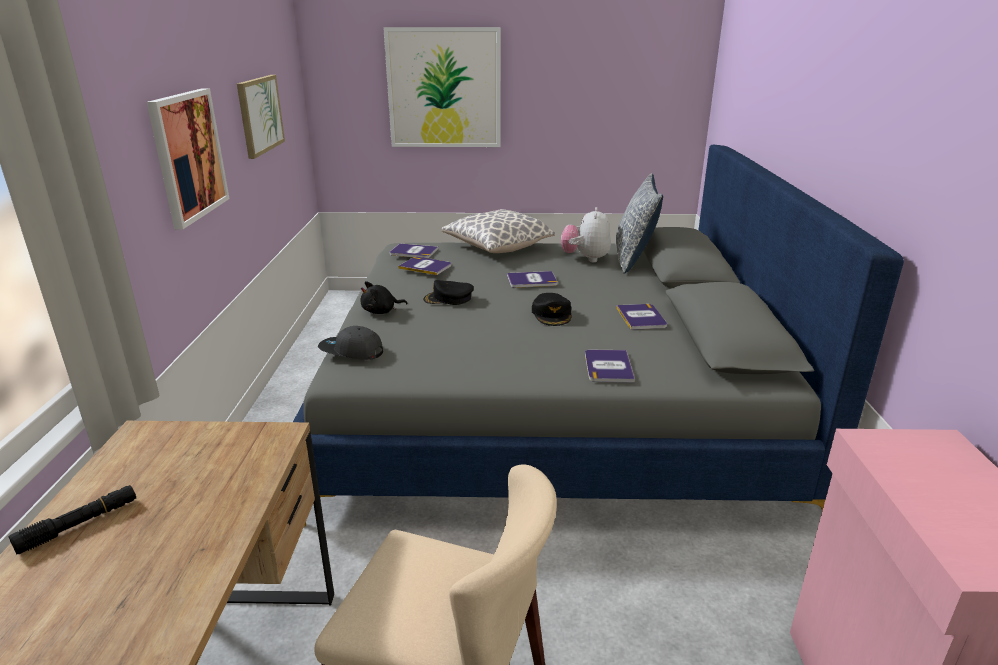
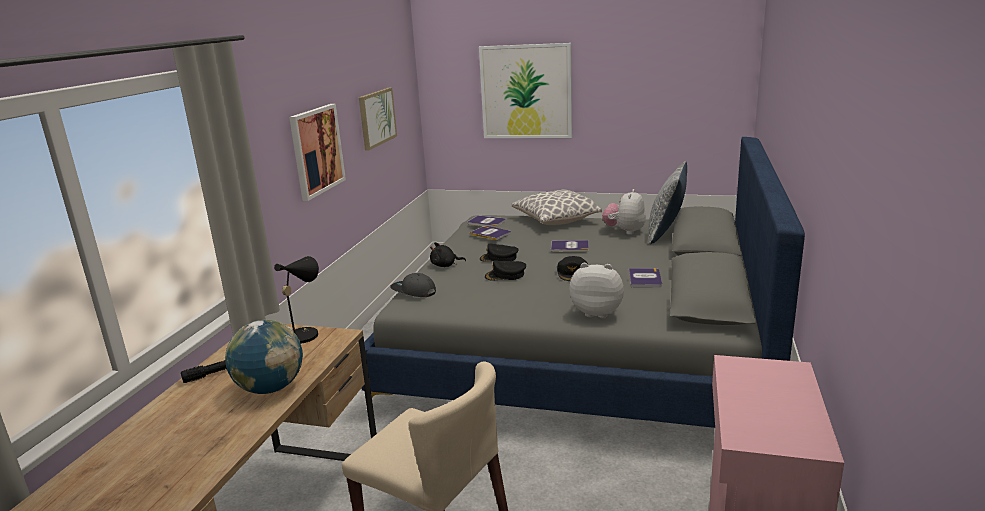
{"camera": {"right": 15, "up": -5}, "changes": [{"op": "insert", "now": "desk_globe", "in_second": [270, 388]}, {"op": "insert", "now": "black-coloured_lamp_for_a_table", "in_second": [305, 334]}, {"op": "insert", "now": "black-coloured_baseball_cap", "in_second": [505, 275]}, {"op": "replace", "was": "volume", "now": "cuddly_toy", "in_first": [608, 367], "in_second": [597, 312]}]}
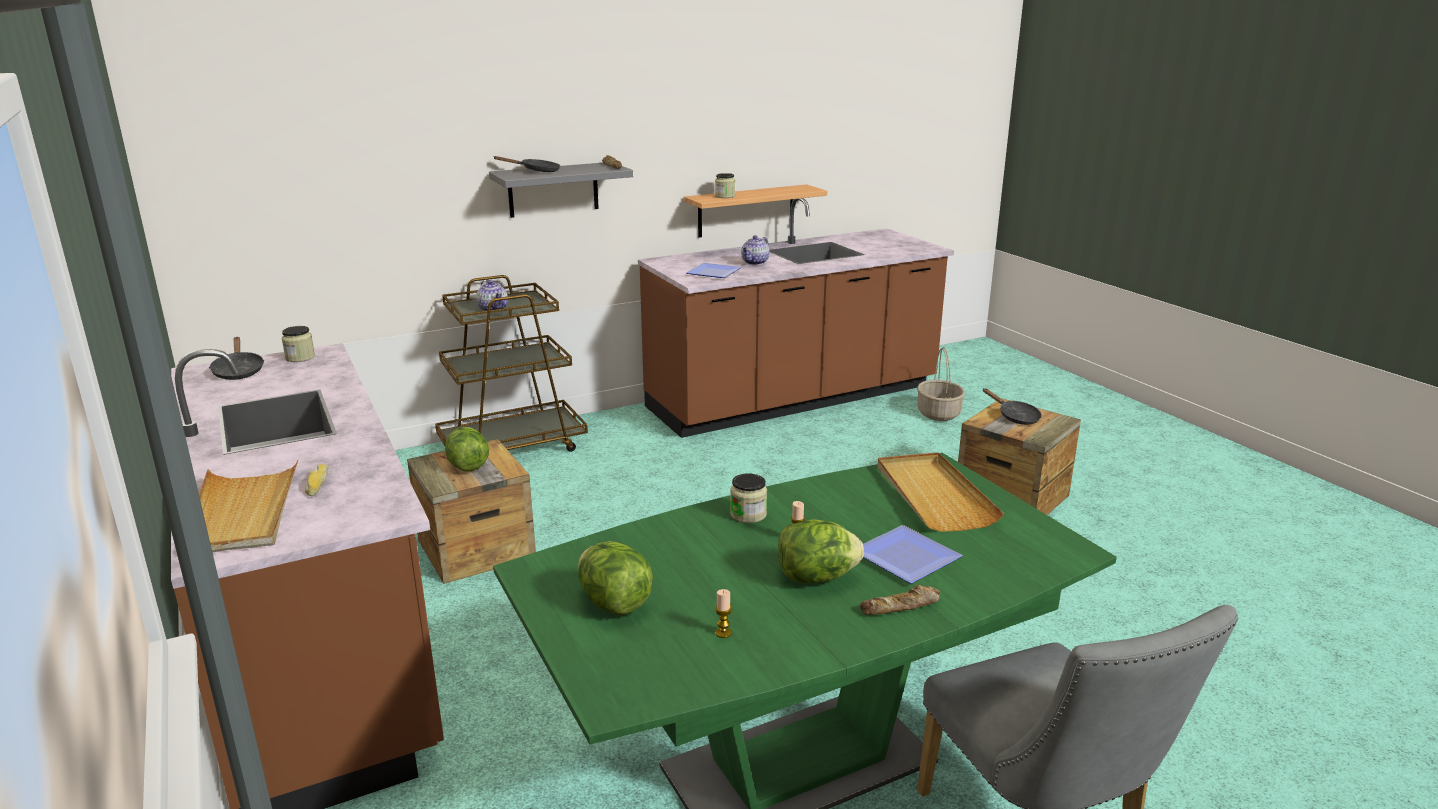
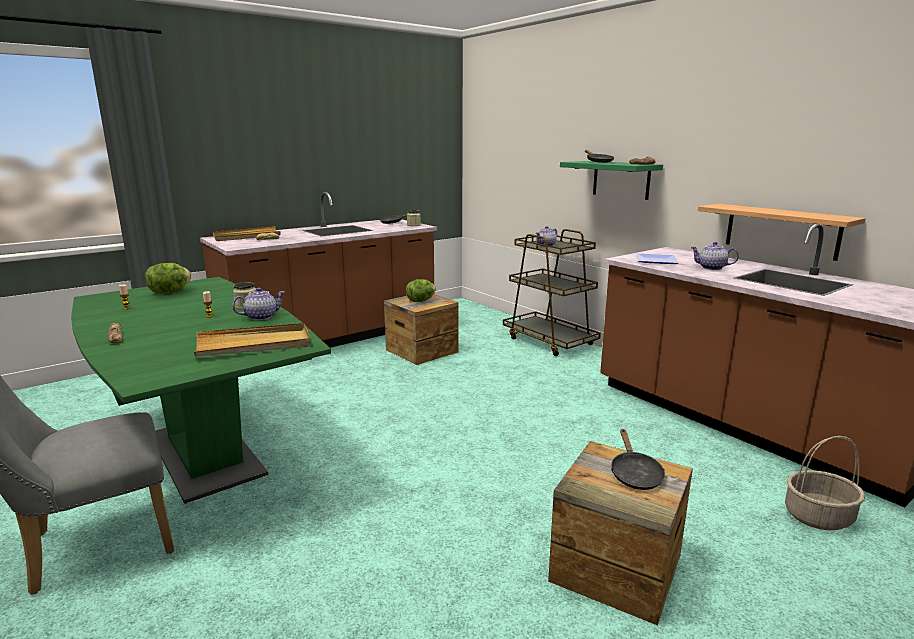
{"camera": {"right": 80, "up": -5}, "changes": [{"op": "insert", "now": "pot_for_tea", "in_second": [261, 317]}, {"op": "recolor", "was": "gray_wall_shelf", "now": "green_wall_shelf", "in_first": [553, 189], "in_second": [621, 179]}, {"op": "rotate", "was": "black-coloured_pan", "in_first": [1015, 417], "in_second": [634, 474], "clockwise": -45}, {"op": "delete", "was": "jar", "in_first": [725, 196]}, {"op": "delete", "was": "lettuce_head", "in_first": [816, 577]}, {"op": "delete", "was": "plate", "in_first": [902, 557]}]}
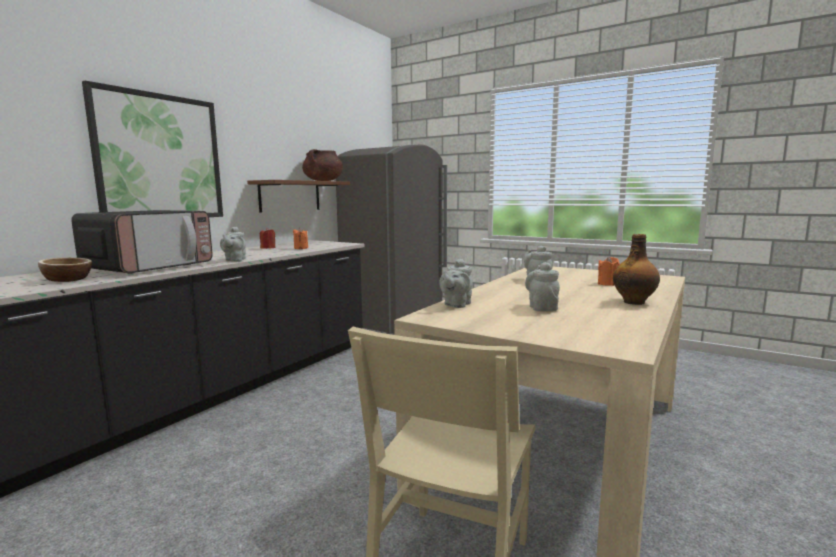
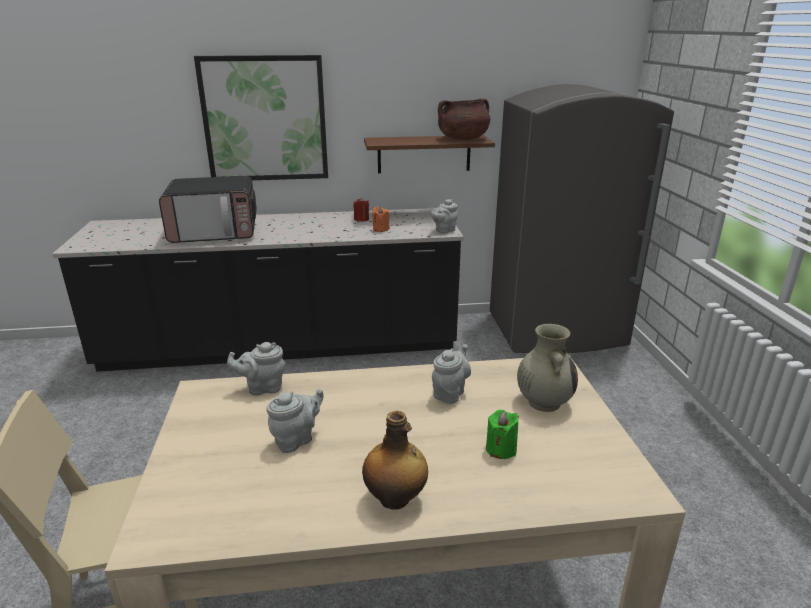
{"camera": {"right": 50, "up": 15}, "changes": [{"op": "move", "was": "gray_pot_for_tea", "in_first": [234, 260], "in_second": [443, 230]}, {"op": "recolor", "was": "orange-coloured_candle", "now": "green_candle", "in_first": [607, 284], "in_second": [501, 449]}, {"op": "insert", "now": "sand-coloured_decorative_vase", "in_second": [543, 402]}, {"op": "delete", "was": "deep_dish", "in_first": [68, 280]}]}
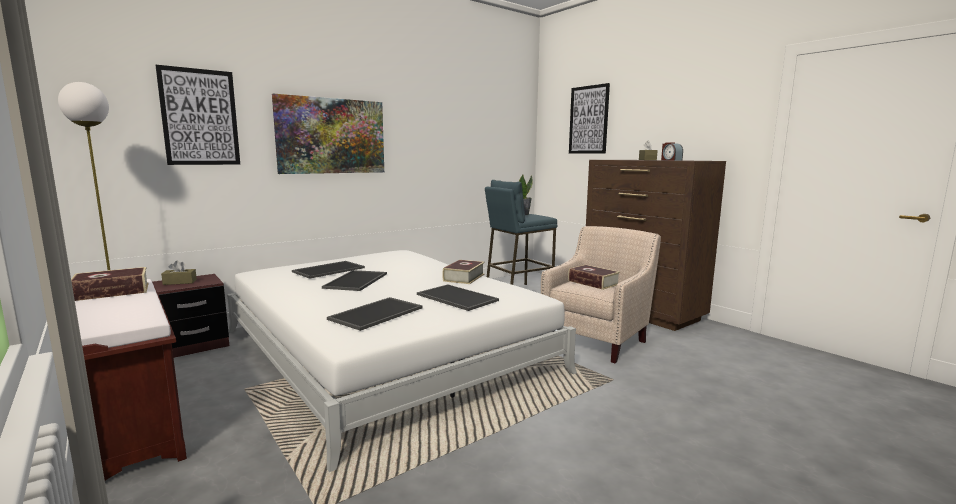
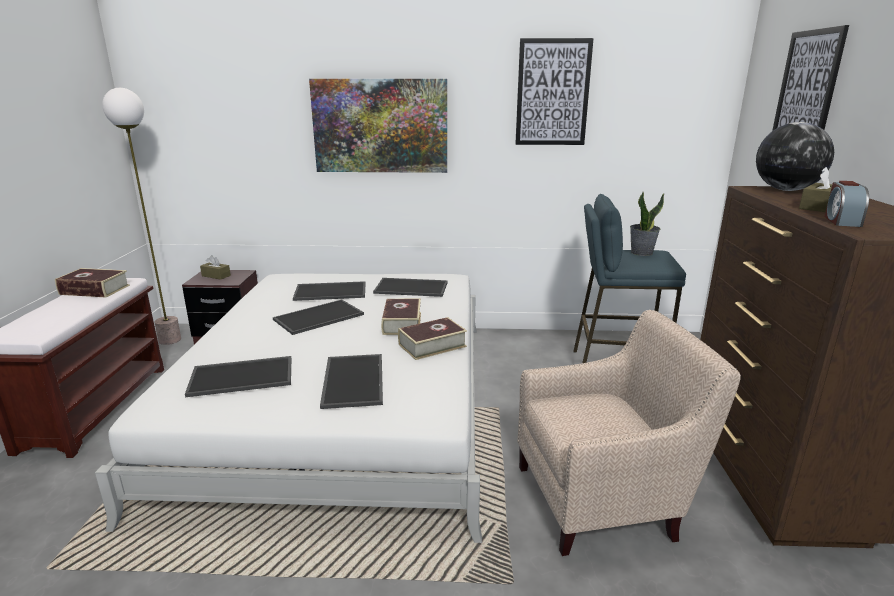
{"camera": {"right": 40, "up": 10}, "changes": [{"op": "insert", "now": "tray", "in_second": [412, 287]}, {"op": "move", "was": "volume", "in_first": [593, 282], "in_second": [402, 323]}, {"op": "move", "was": "wall_art", "in_first": [200, 117], "in_second": [552, 93]}, {"op": "insert", "now": "desk_globe", "in_second": [786, 190]}]}
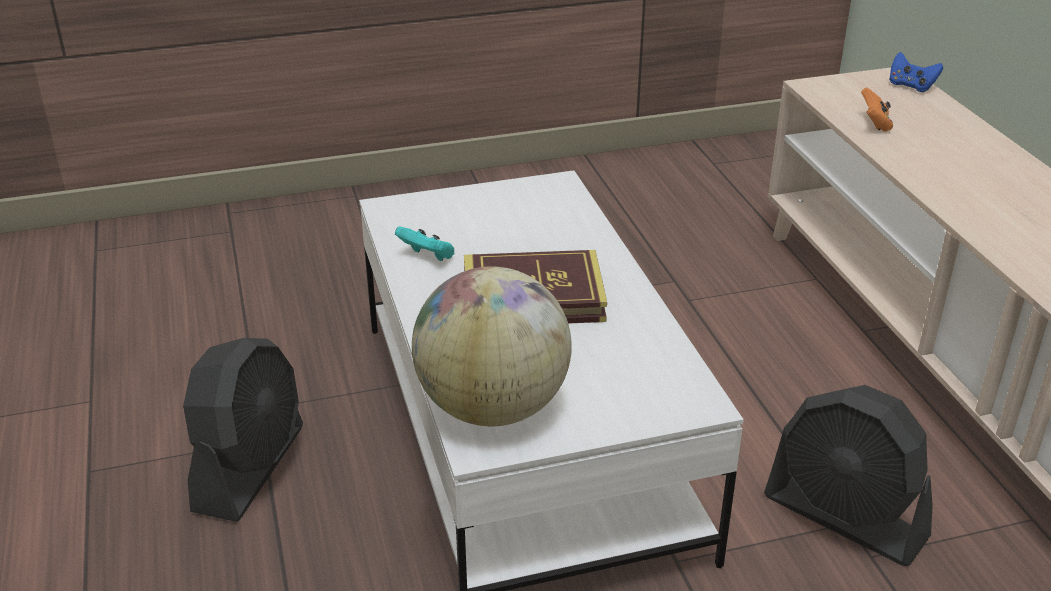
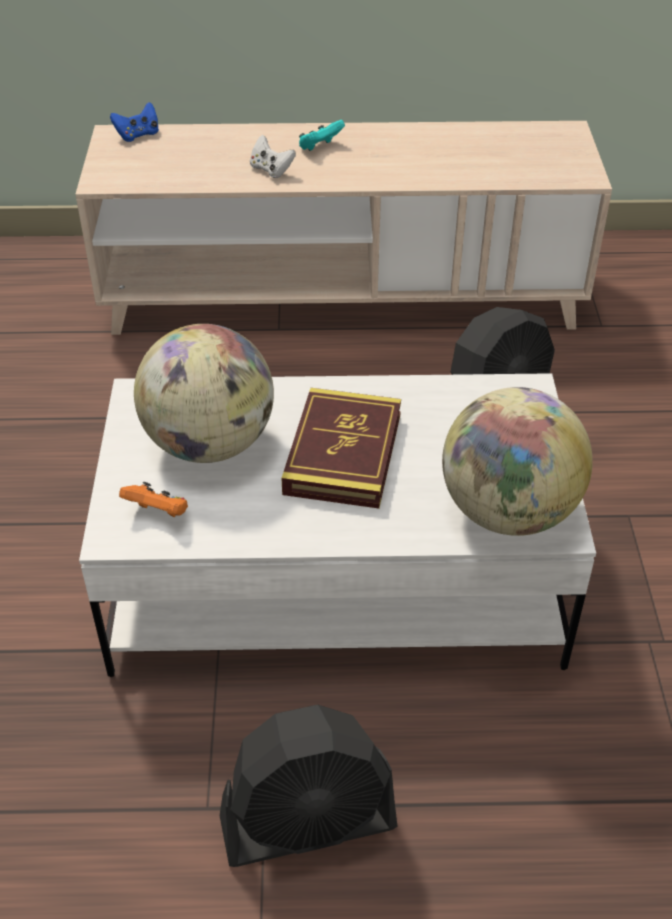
{"camera": {"right": -75, "up": 10}, "changes": [{"op": "move", "was": "orange-coloured_joypad", "in_first": [875, 124], "in_second": [158, 513]}, {"op": "insert", "now": "desk_globe", "in_second": [210, 444]}, {"op": "rotate", "was": "black-coloured_electric_fan", "in_first": [250, 468], "in_second": [309, 823], "clockwise": 135}, {"op": "insert", "now": "white_joypad", "in_second": [271, 170]}, {"op": "move", "was": "turquoise-coloured_joypad", "in_first": [428, 257], "in_second": [320, 147]}]}
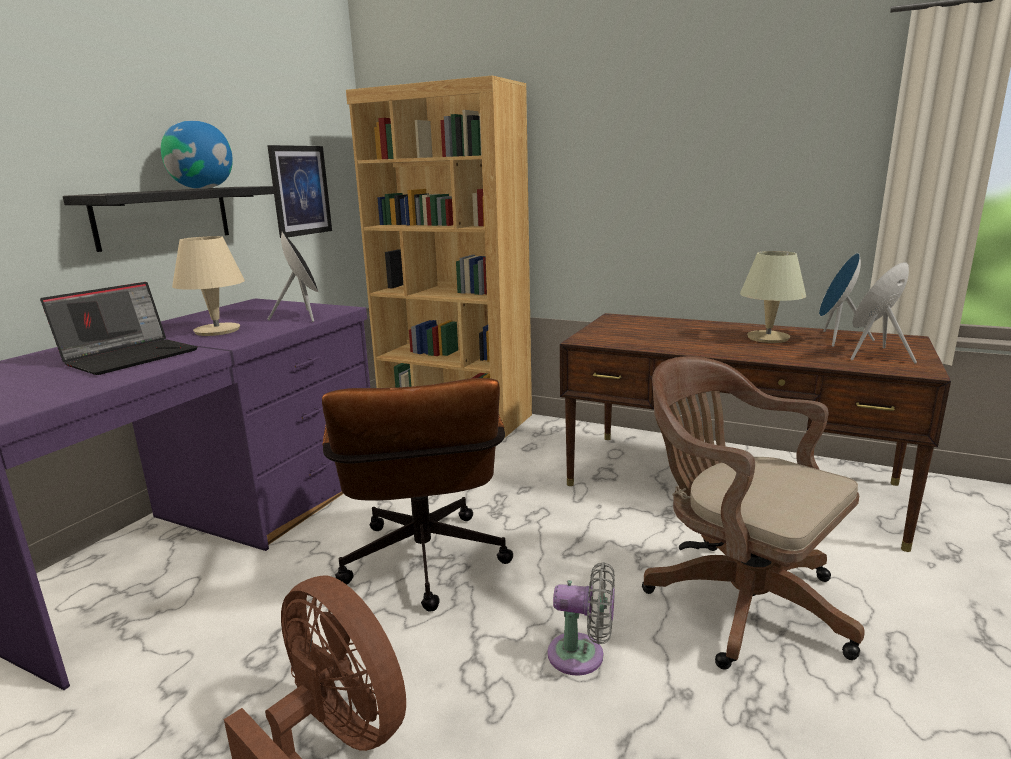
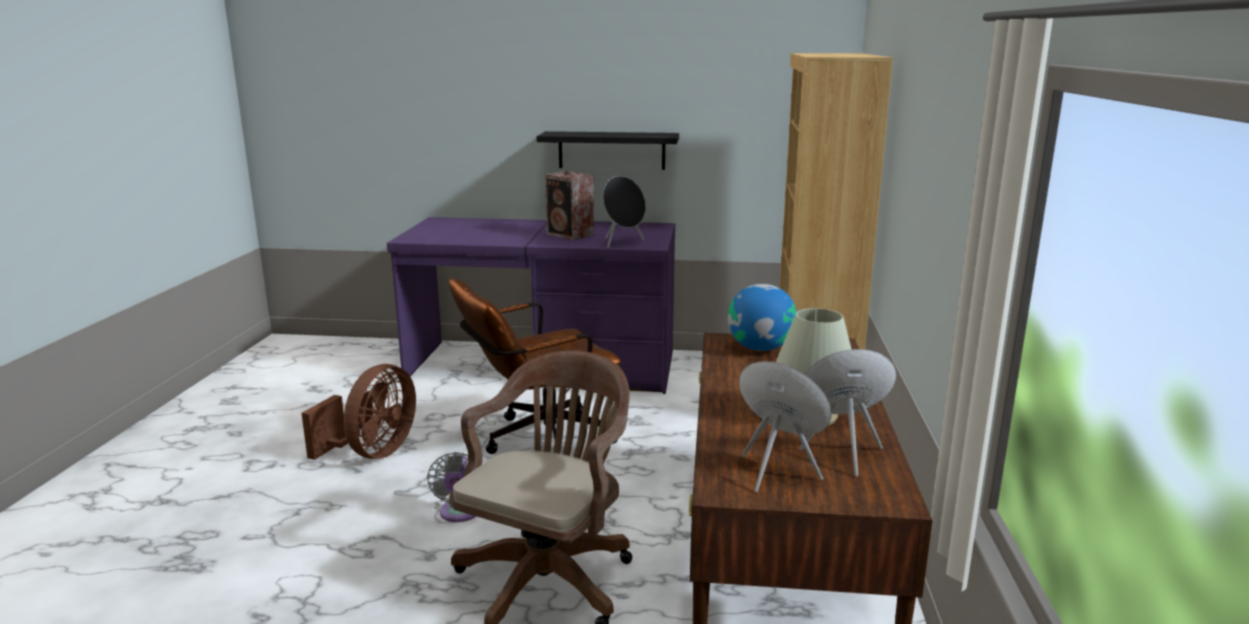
{"camera": {"right": 70, "up": 0}, "changes": [{"op": "replace", "was": "sand-coloured_lamp_for_a_table", "now": "speaker", "in_first": [218, 330], "in_second": [570, 235]}, {"op": "move", "was": "desk_globe", "in_first": [203, 188], "in_second": [760, 348]}, {"op": "delete", "was": "laptop", "in_first": [131, 356]}, {"op": "delete", "was": "wall_art", "in_first": [300, 190]}]}
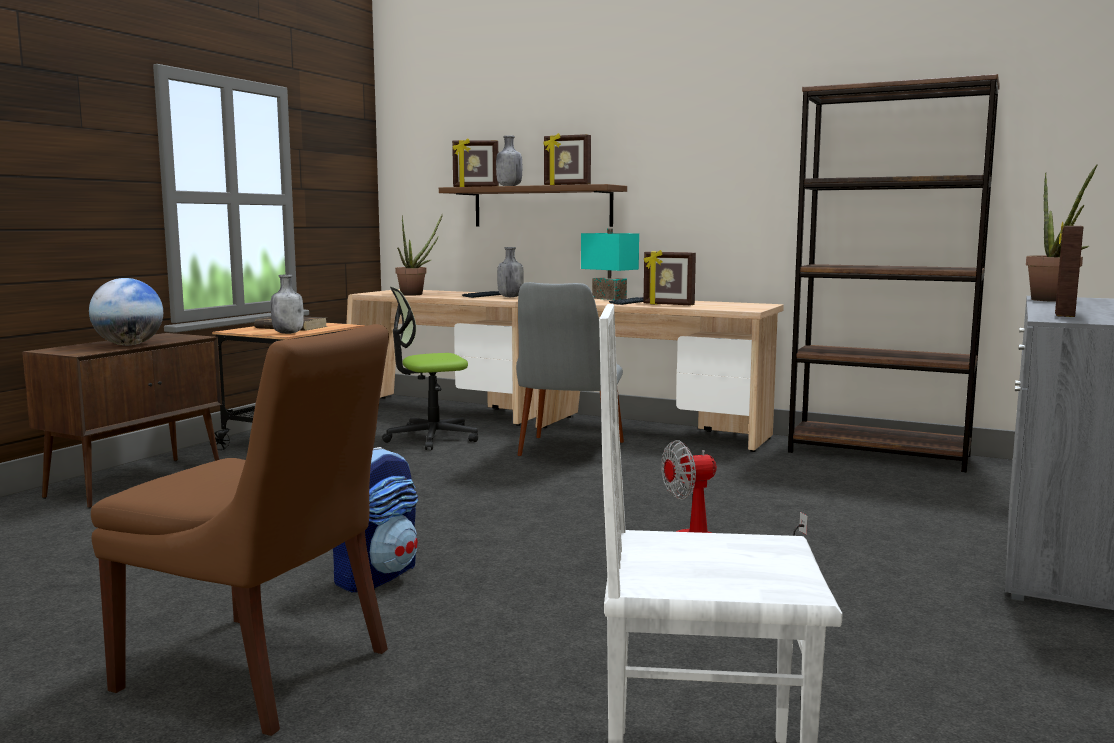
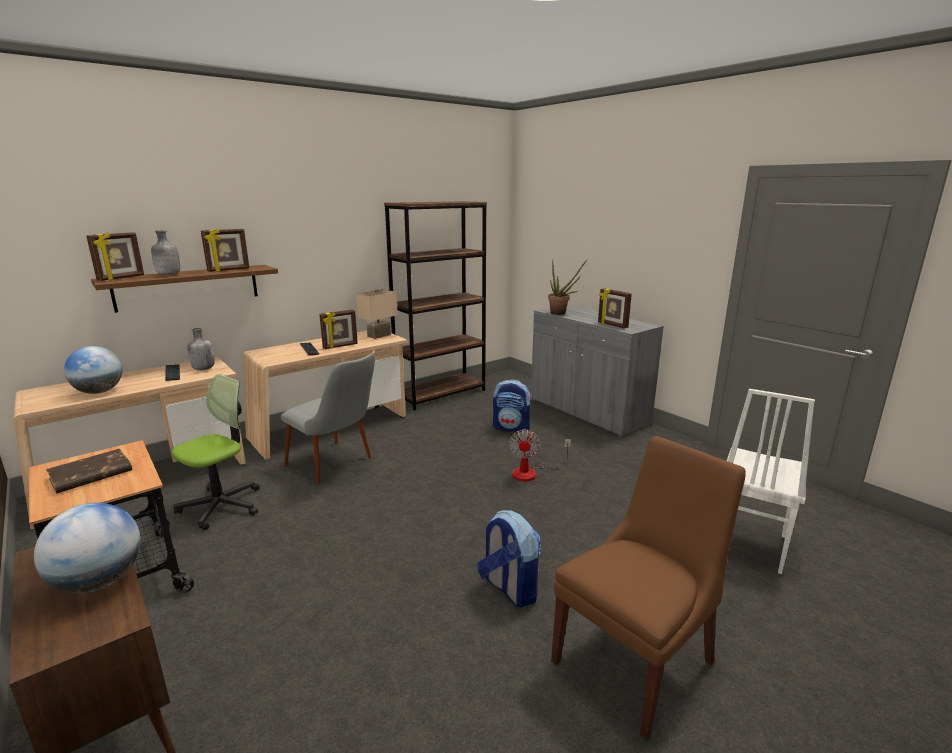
{"camera": {"right": -65, "up": 10}, "changes": [{"op": "replace", "was": "houseplant", "now": "desk_globe", "in_first": [416, 294], "in_second": [99, 392]}, {"op": "rotate", "was": "office_chair", "in_first": [431, 438], "in_second": [221, 506], "clockwise": -150}, {"op": "insert", "now": "sand-coloured_lamp_for_a_table", "in_second": [379, 336]}, {"op": "insert", "now": "backpack", "in_second": [512, 428]}, {"op": "delete", "was": "gray_beverage_bottle", "in_first": [288, 333]}, {"op": "delete", "was": "turquoise-coloured_lamp_for_a_table", "in_first": [610, 298]}]}
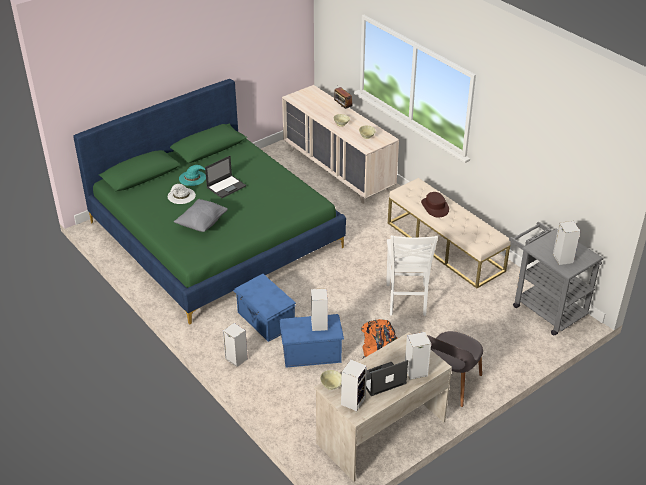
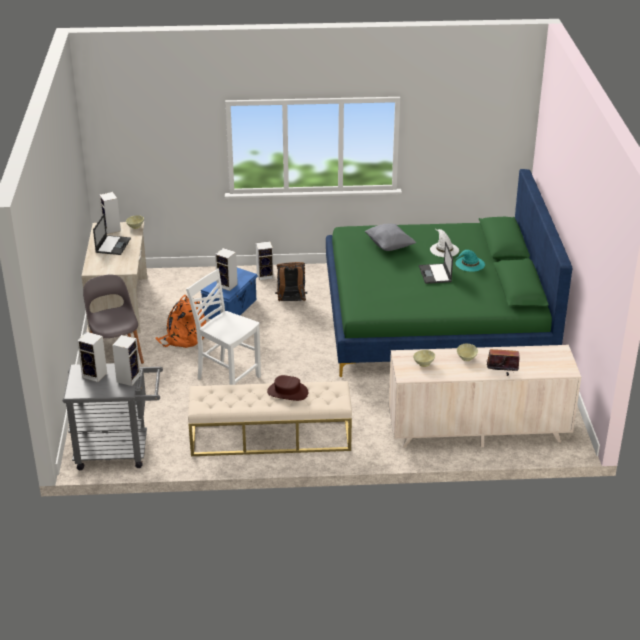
{"camera": {"right": 125, "up": -5}, "changes": [{"op": "move", "was": "speaker", "in_first": [415, 372], "in_second": [128, 378]}, {"op": "replace", "was": "blue_storage_container", "now": "brown_backpack", "in_first": [265, 320], "in_second": [291, 301]}]}
